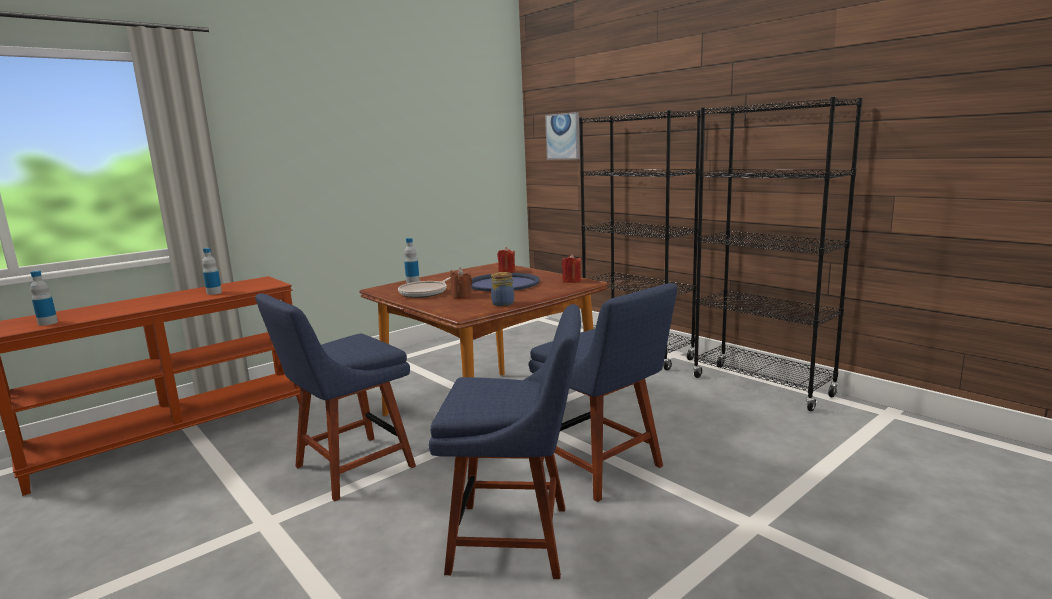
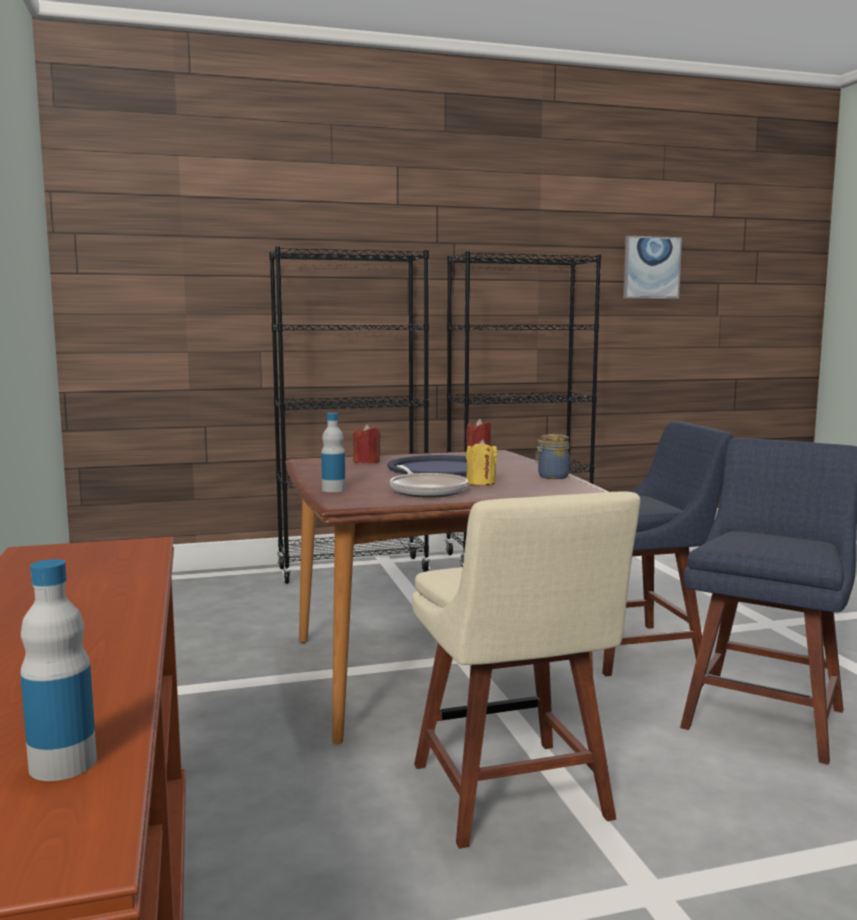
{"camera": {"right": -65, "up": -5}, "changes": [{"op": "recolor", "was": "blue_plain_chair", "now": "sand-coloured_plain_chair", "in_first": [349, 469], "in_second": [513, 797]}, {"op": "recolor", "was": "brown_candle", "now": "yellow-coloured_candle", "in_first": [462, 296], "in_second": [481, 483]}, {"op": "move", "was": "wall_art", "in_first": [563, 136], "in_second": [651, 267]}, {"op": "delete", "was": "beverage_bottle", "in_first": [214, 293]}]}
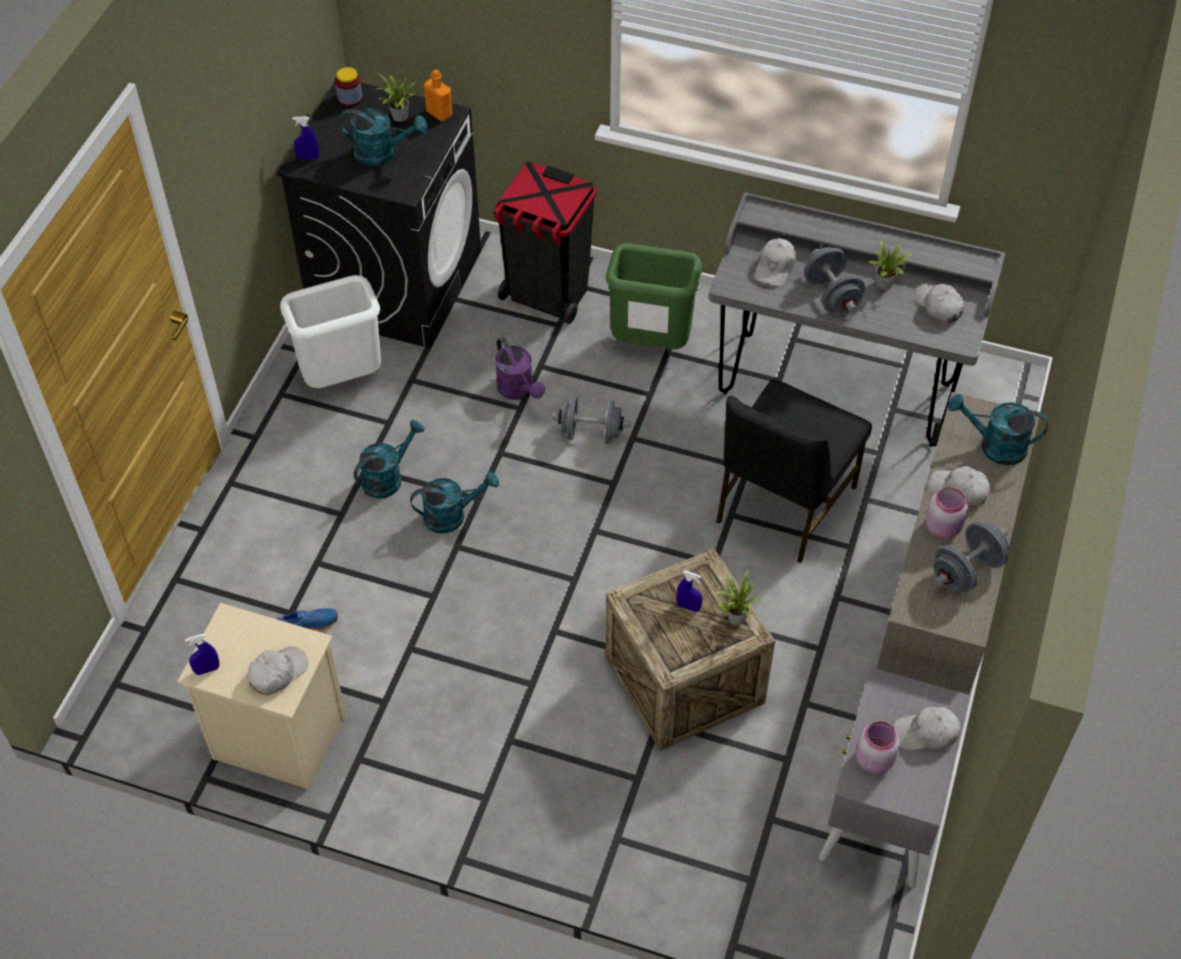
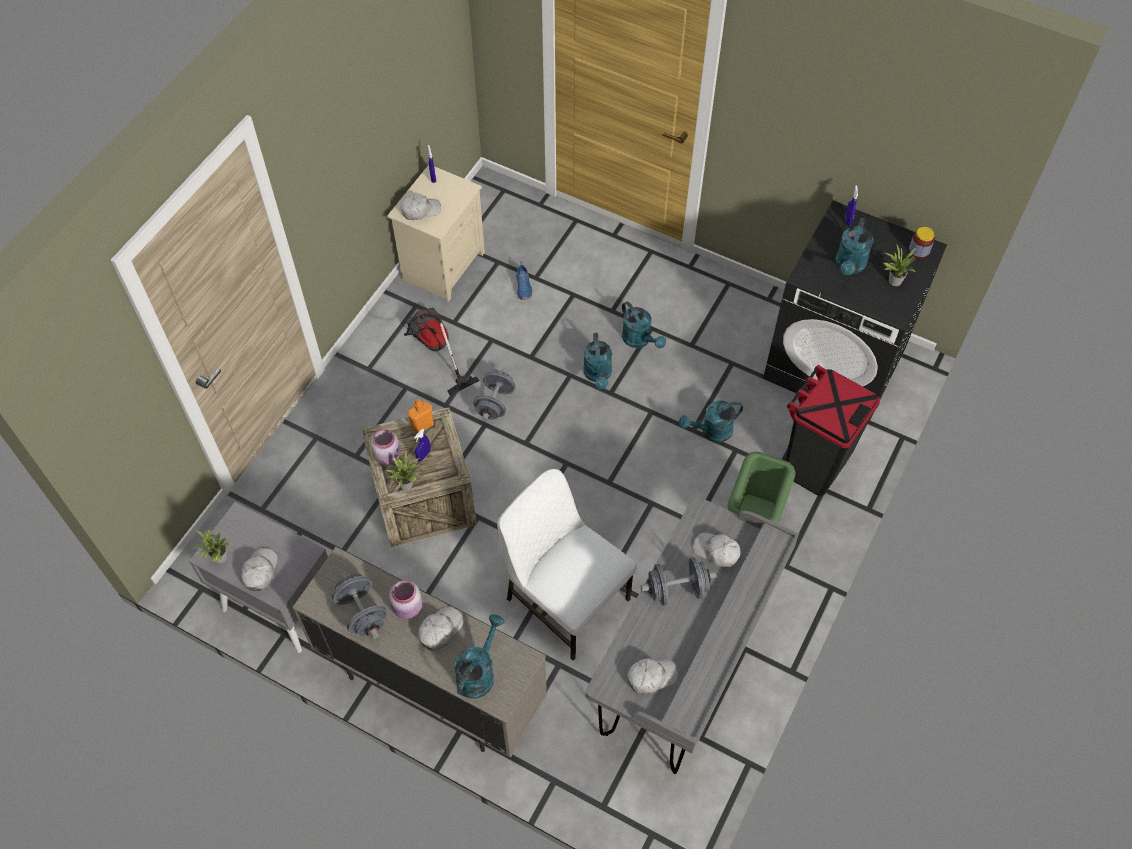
{"camera": {"right": 100, "up": 5}, "changes": [{"op": "move", "was": "houseplant", "in_first": [886, 284], "in_second": [219, 559]}, {"op": "move", "was": "pink_jar", "in_first": [873, 758], "in_second": [388, 456]}, {"op": "rotate", "was": "white_baseball_cap", "in_first": [277, 673], "in_second": [420, 210], "clockwise": -75}, {"op": "insert", "now": "vacuum", "in_second": [434, 349]}, {"op": "move", "was": "orange-coloured_beverage_bottle", "in_first": [439, 113], "in_second": [422, 425]}, {"op": "move", "was": "gray_free_weight", "in_first": [591, 433], "in_second": [495, 403]}, {"op": "recolor", "was": "black-coloured_plain_chair", "now": "white_plain_chair", "in_first": [782, 504], "in_second": [565, 599]}, {"op": "recolor", "was": "purplish_watering_can", "now": "turquoise-coloured_watering_can", "in_first": [519, 390], "in_second": [711, 432]}, {"op": "delete", "was": "white_waste_bin", "in_first": [343, 379]}]}
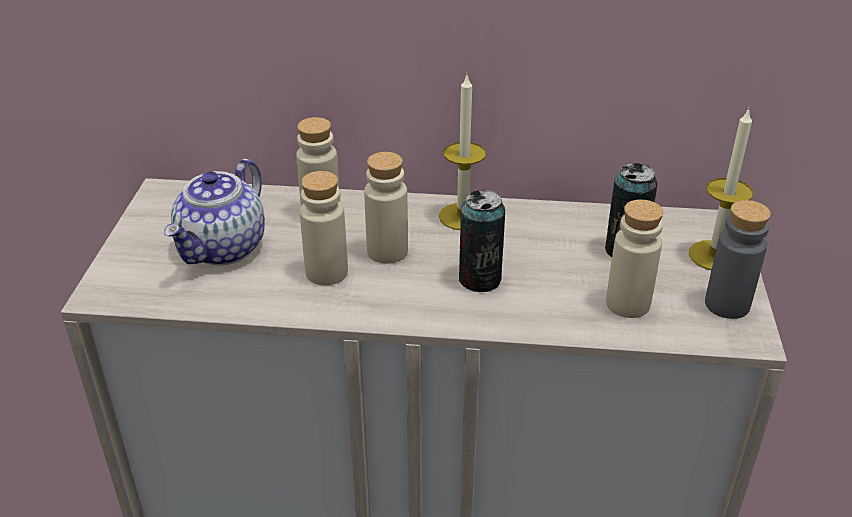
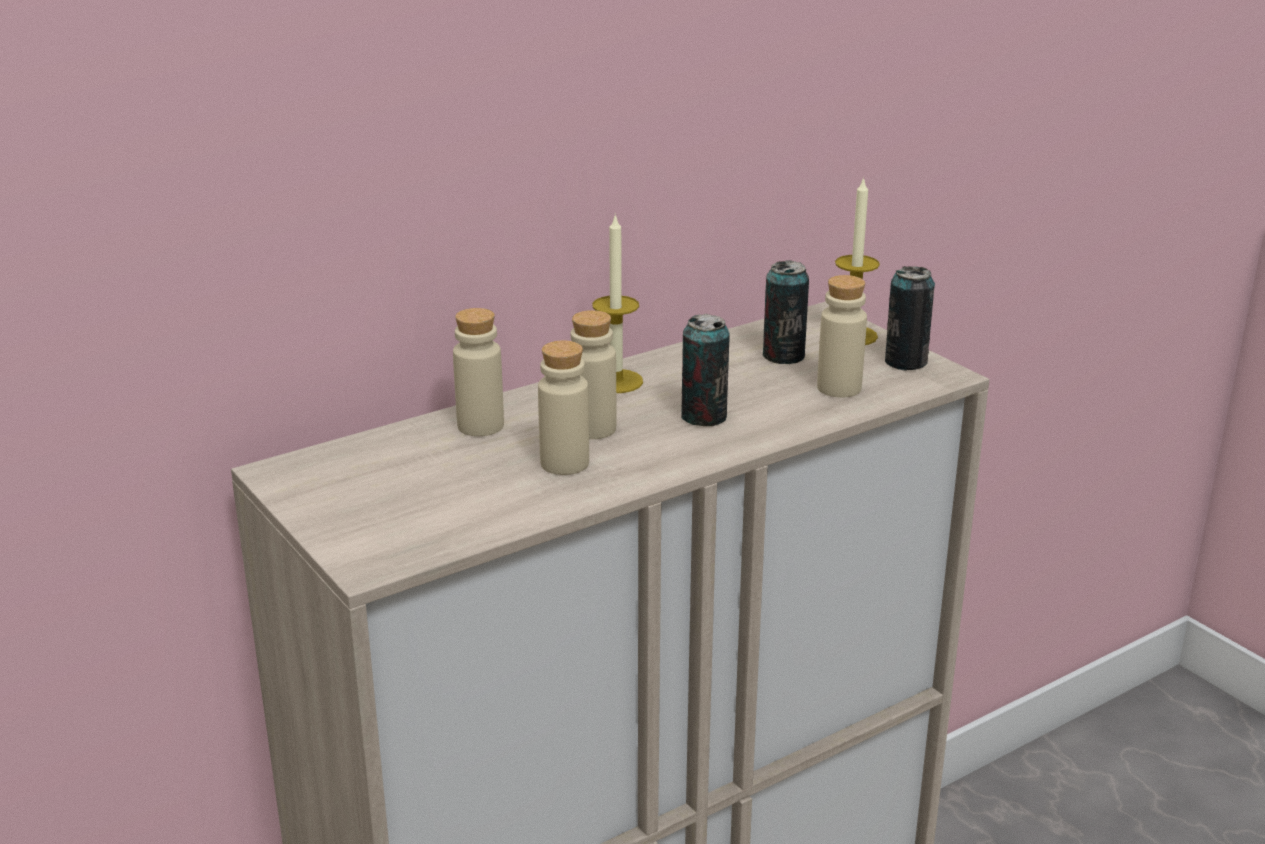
{"camera": {"right": -40, "up": -10}, "changes": [{"op": "replace", "was": "gray_beverage_bottle", "now": "sealed_can", "in_first": [727, 305], "in_second": [905, 362]}, {"op": "delete", "was": "pot_for_tea", "in_first": [223, 249]}]}
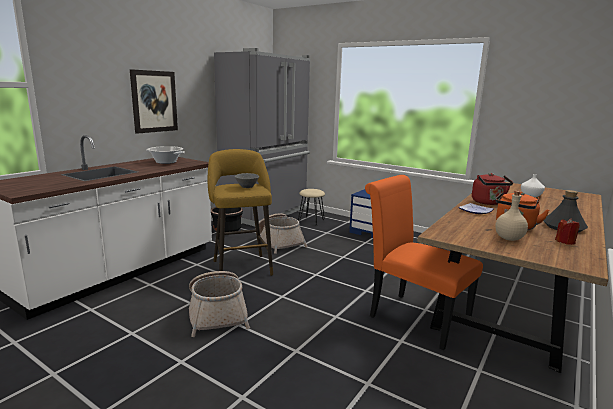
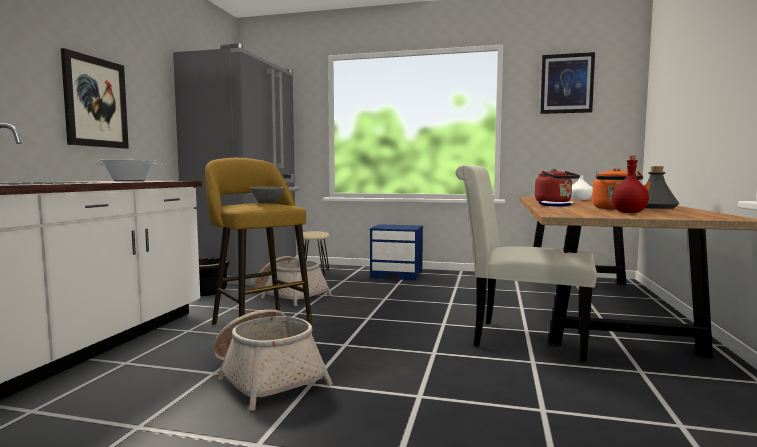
{"camera": {"right": -20, "up": -10}, "changes": [{"op": "recolor", "was": "orange-coloured_plain_chair", "now": "white_plain_chair", "in_first": [412, 317], "in_second": [520, 338]}, {"op": "insert", "now": "wall_art", "in_second": [566, 83]}, {"op": "recolor", "was": "sand-coloured_beverage_bottle", "now": "red_beverage_bottle", "in_first": [508, 238], "in_second": [628, 213]}, {"op": "delete", "was": "red_candle", "in_first": [565, 241]}]}
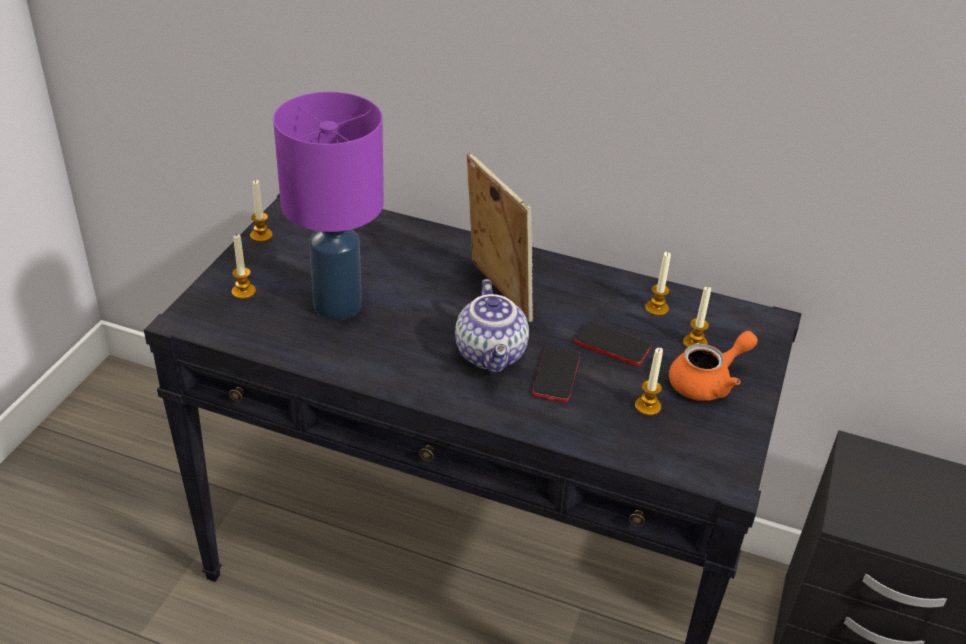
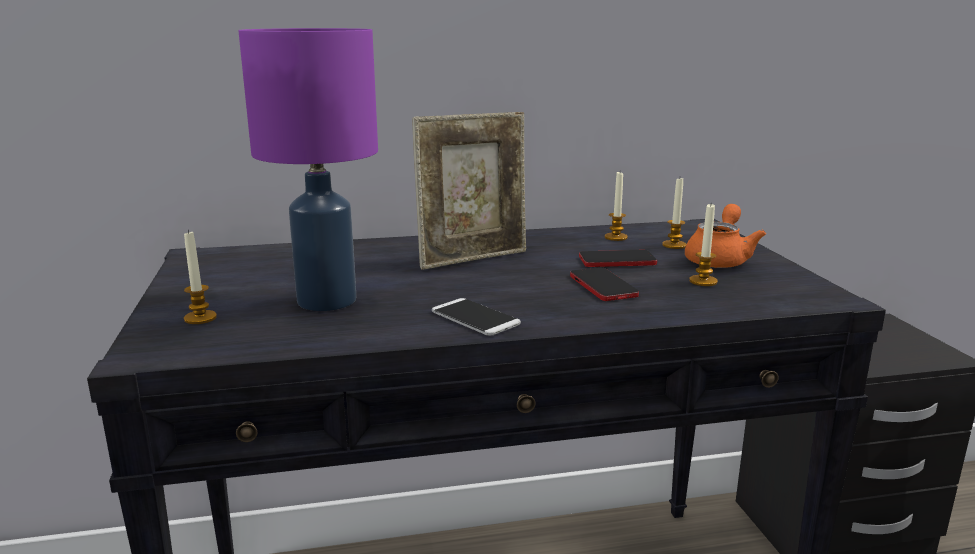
{"camera": {"right": -30, "up": -20}, "changes": [{"op": "rotate", "was": "standing_frame", "in_first": [496, 292], "in_second": [473, 258], "clockwise": 120}, {"op": "insert", "now": "handset", "in_second": [475, 318]}, {"op": "delete", "was": "candle", "in_first": [261, 235]}, {"op": "delete", "was": "pot_for_tea", "in_first": [492, 355]}]}
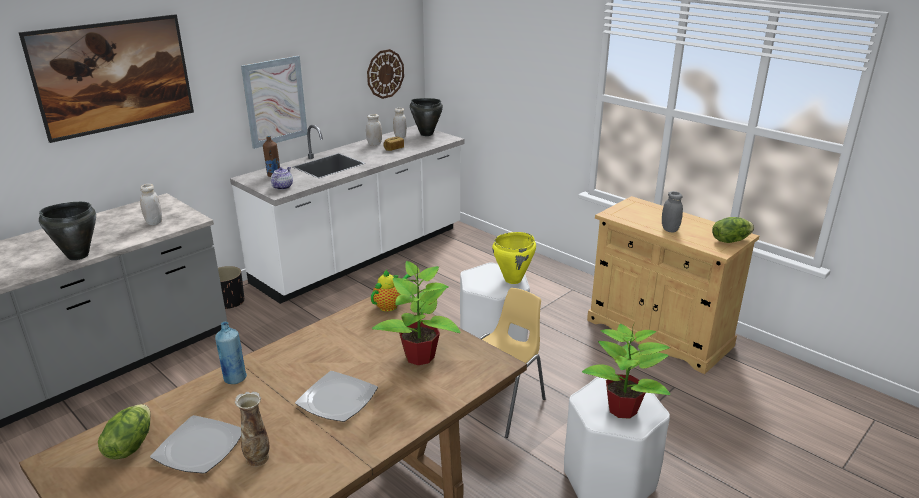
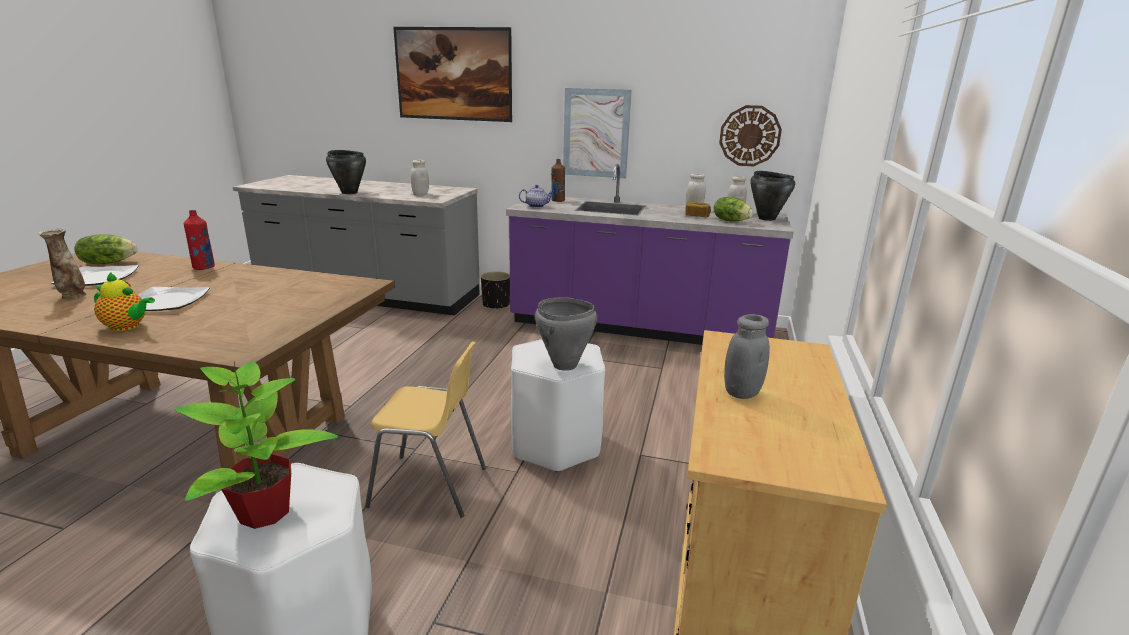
{"camera": {"right": 60, "up": -5}, "changes": [{"op": "move", "was": "pot_for_tea", "in_first": [390, 306], "in_second": [127, 327]}, {"op": "recolor", "was": "blue_beverage_bottle", "now": "red_beverage_bottle", "in_first": [235, 378], "in_second": [204, 267]}, {"op": "recolor", "was": "white_kitchen_counter", "now": "purplish_kitchen_counter", "in_first": [362, 255], "in_second": [638, 328]}, {"op": "recolor", "was": "yellow-coloured_stockpot", "now": "gray_stockpot", "in_first": [513, 280], "in_second": [565, 365]}, {"op": "move", "was": "lettuce_head", "in_first": [730, 240], "in_second": [730, 221]}, {"op": "delete", "was": "houseplant", "in_first": [419, 357]}]}
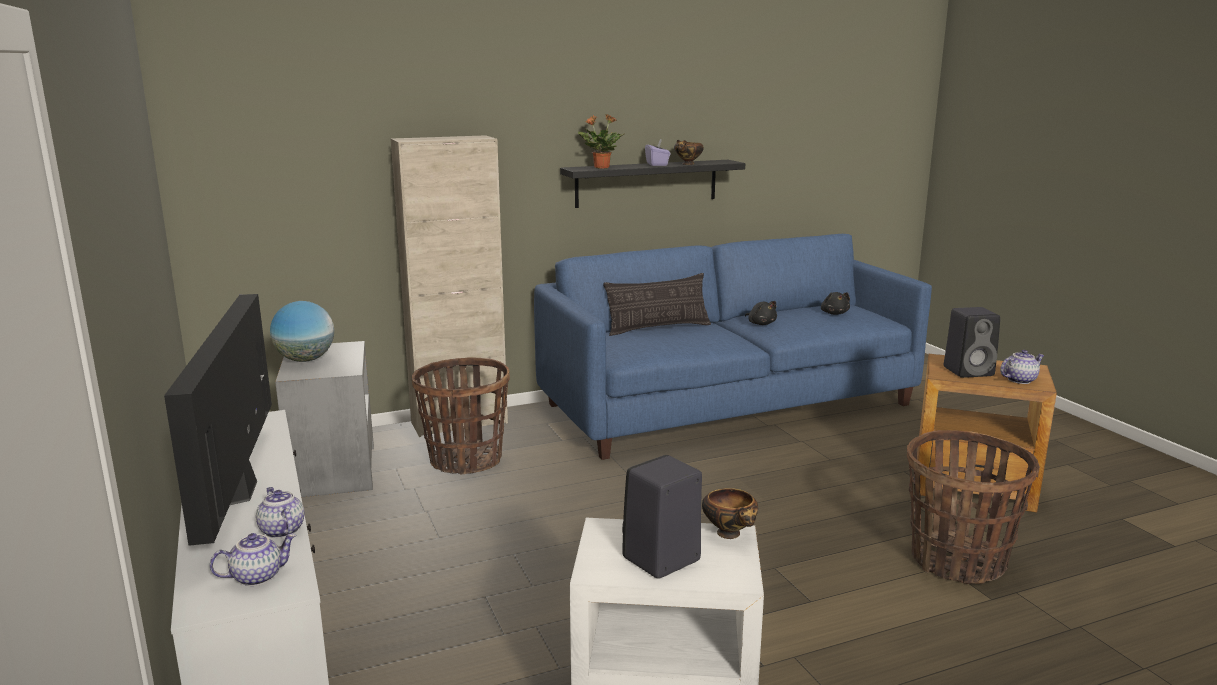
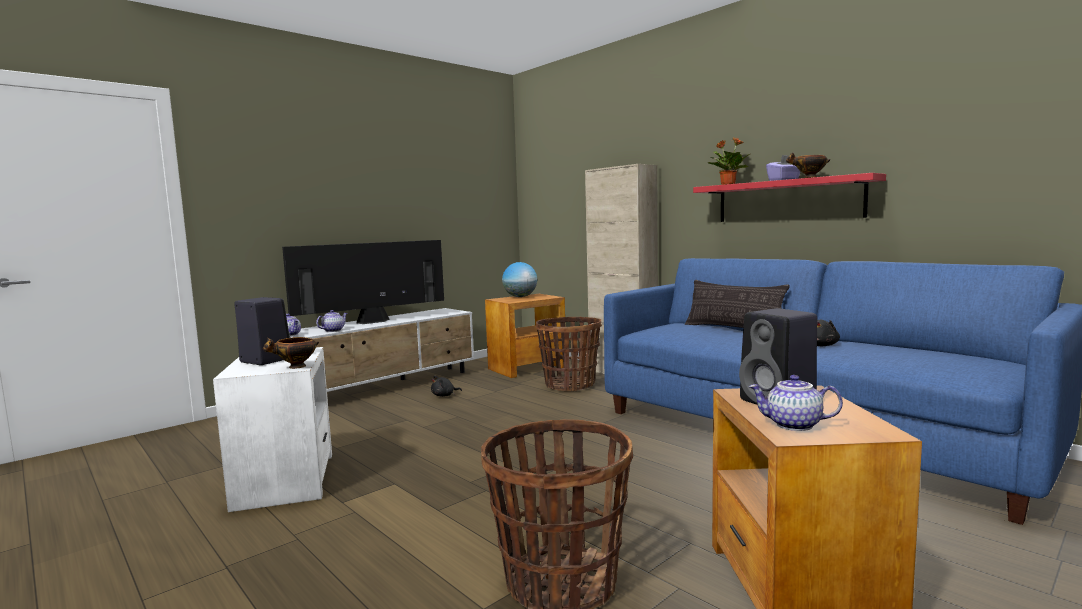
{"camera": {"right": 70, "up": -10}, "changes": [{"op": "move", "was": "black-coloured_cuddly_toy", "in_first": [834, 313], "in_second": [444, 395]}, {"op": "recolor", "was": "gray_accent_table", "now": "brown_accent_table", "in_first": [333, 470], "in_second": [526, 368]}, {"op": "recolor", "was": "black-coloured_wall_shelf", "now": "red_wall_shelf", "in_first": [646, 183], "in_second": [788, 200]}, {"op": "rotate", "was": "pot_for_tea", "in_first": [1019, 380], "in_second": [793, 425], "clockwise": 150}]}
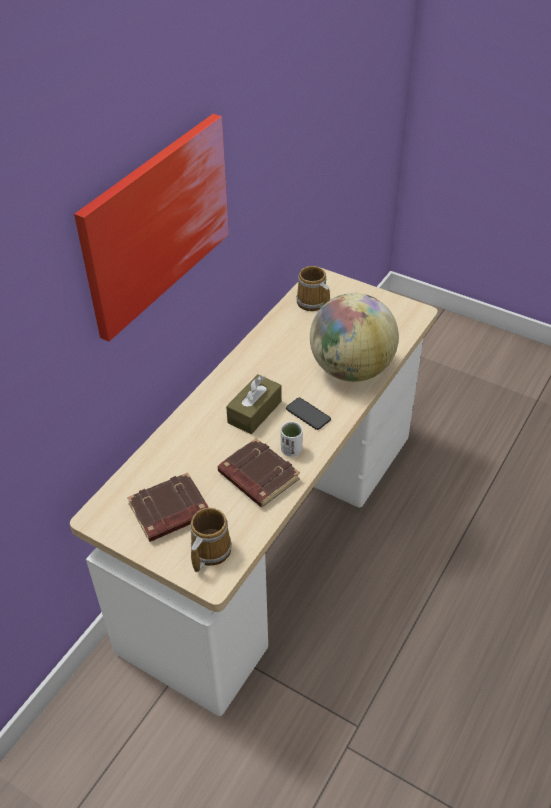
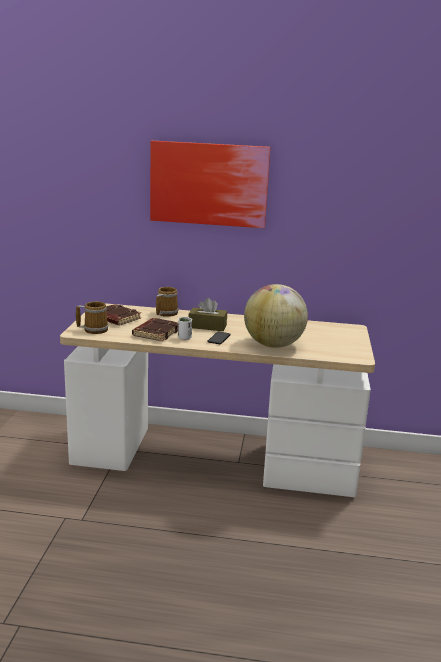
{"camera": {"right": 65, "up": -25}, "changes": [{"op": "move", "was": "tea_mug", "in_first": [312, 303], "in_second": [165, 313]}]}
